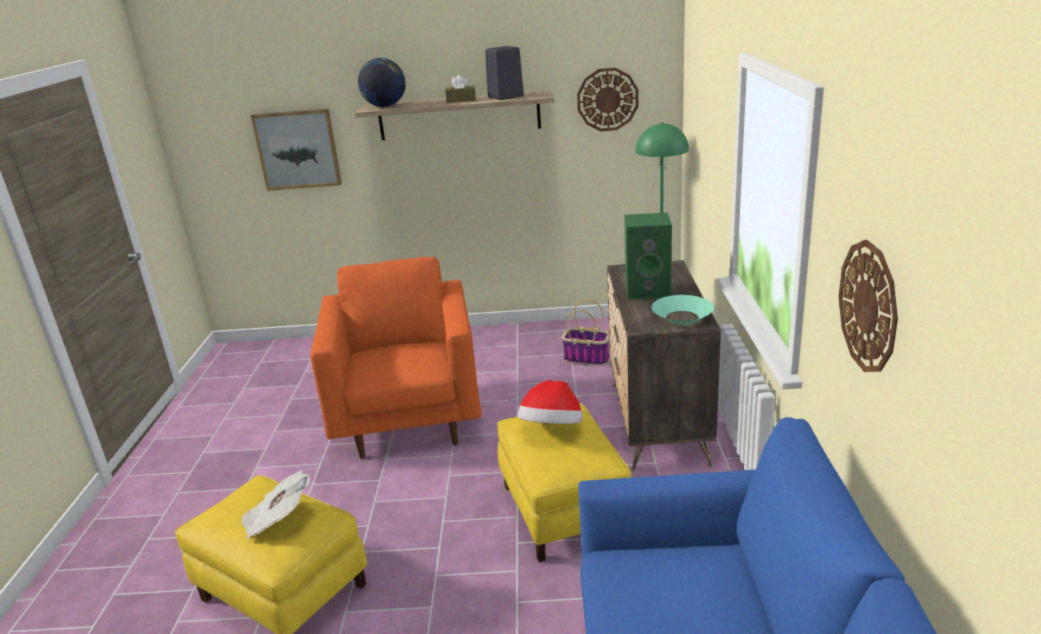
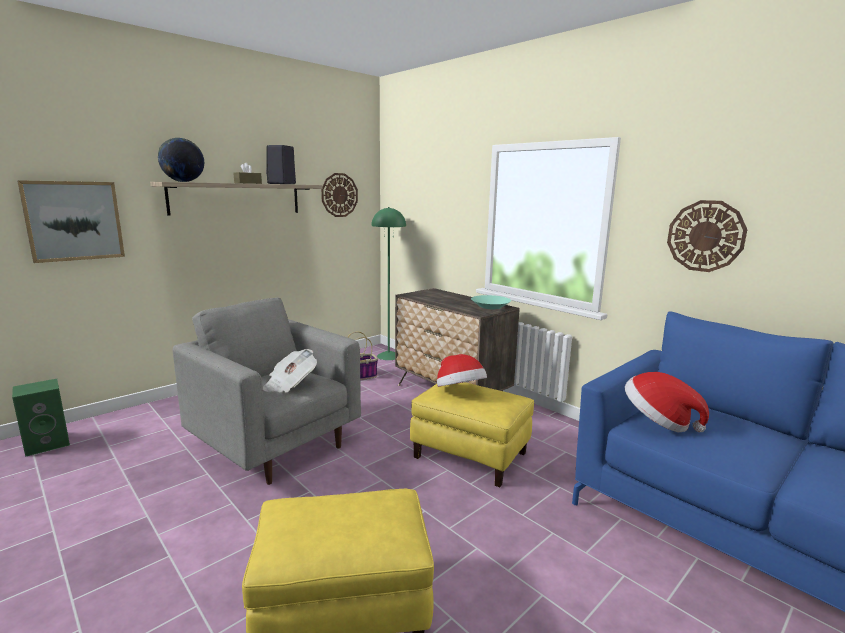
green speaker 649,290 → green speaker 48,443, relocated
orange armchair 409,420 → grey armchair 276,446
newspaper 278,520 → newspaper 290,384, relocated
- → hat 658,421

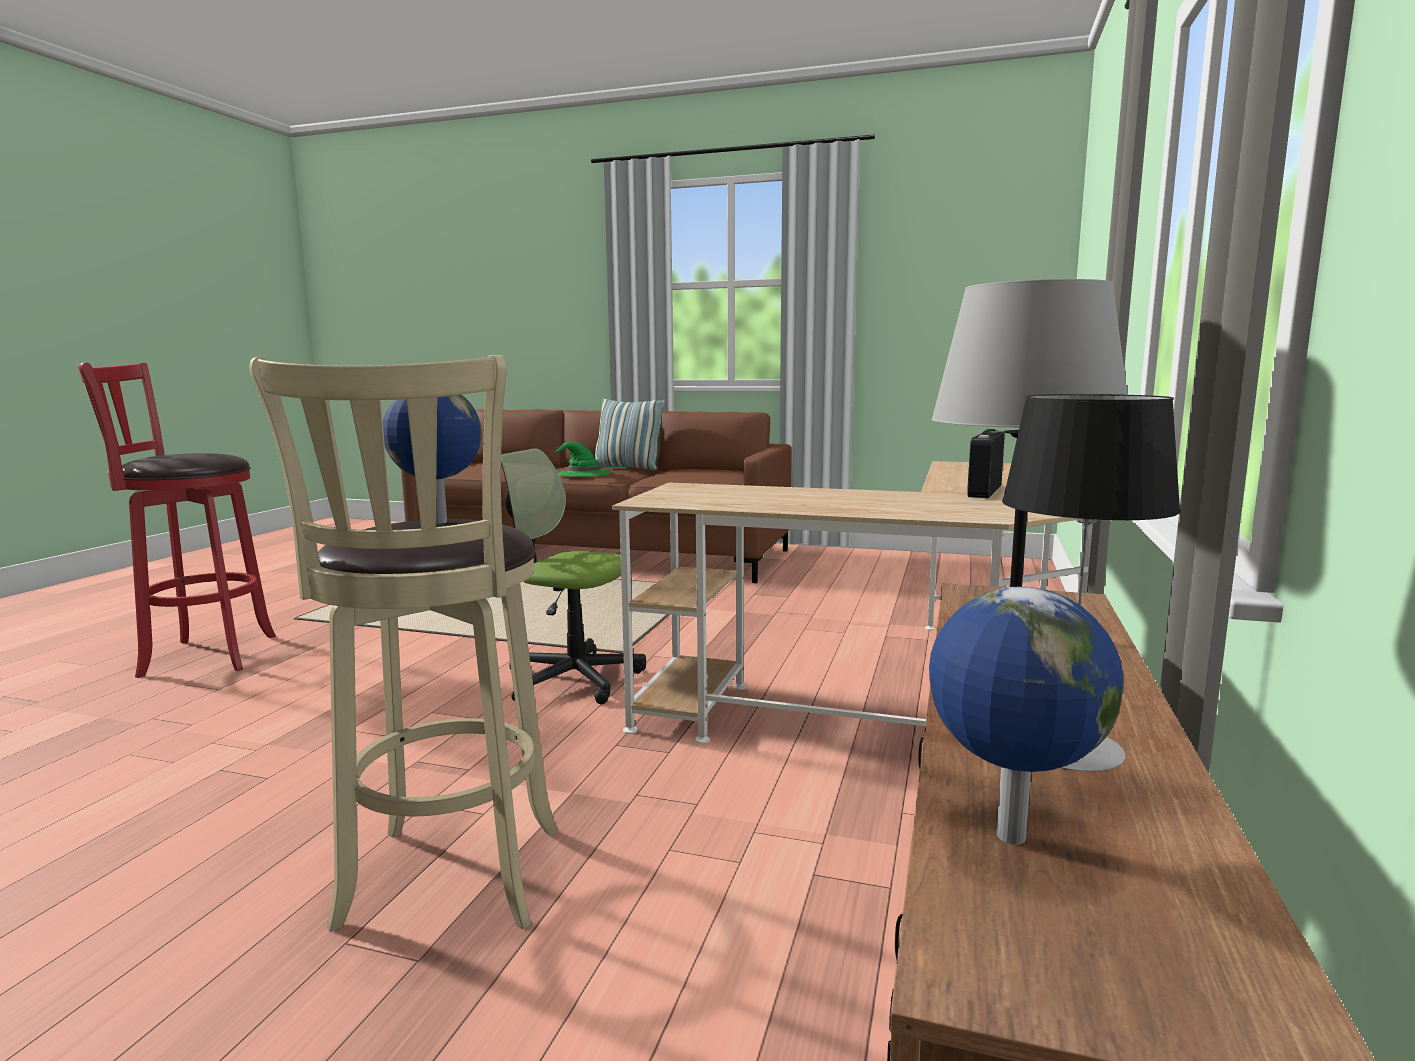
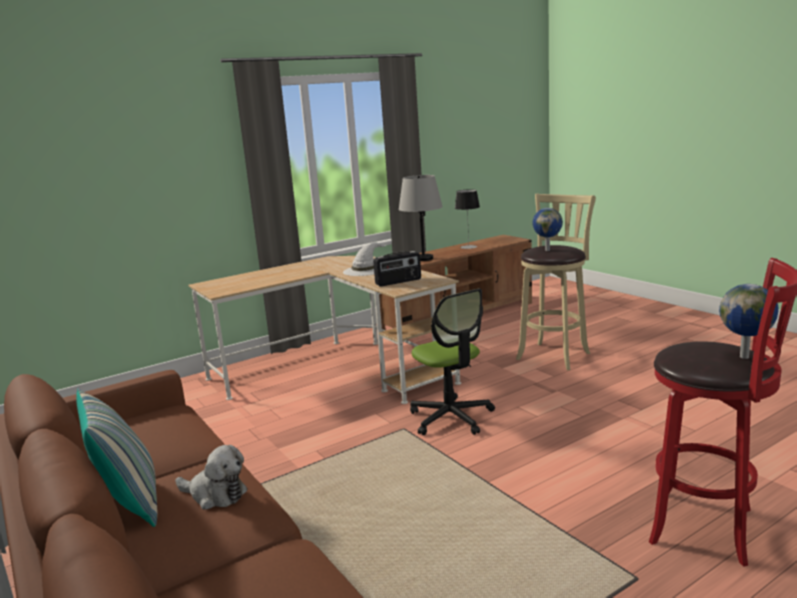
radio 983,491 → radio 398,282, relocated
green hat 583,473 → plush toy 215,494
globe 1008,837 → globe 745,357, relocated
- → white hat 364,270

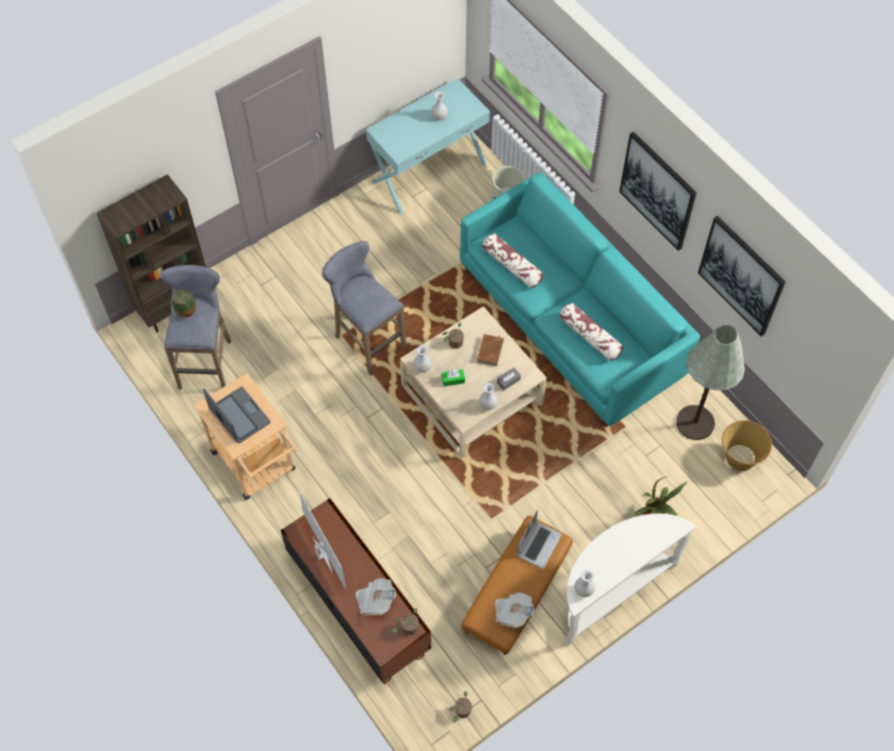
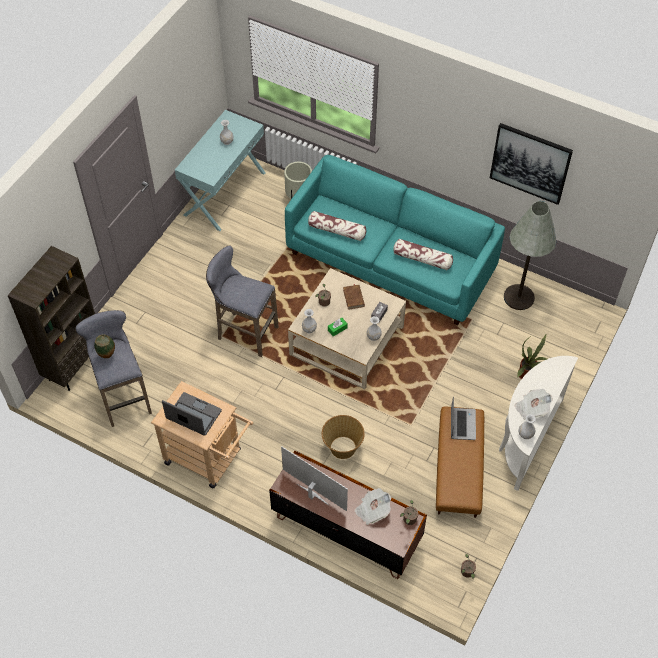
picture 658,191 → -
basket 740,457 → basket 342,448, relocated
newspaper 512,612 → newspaper 531,408, relocated

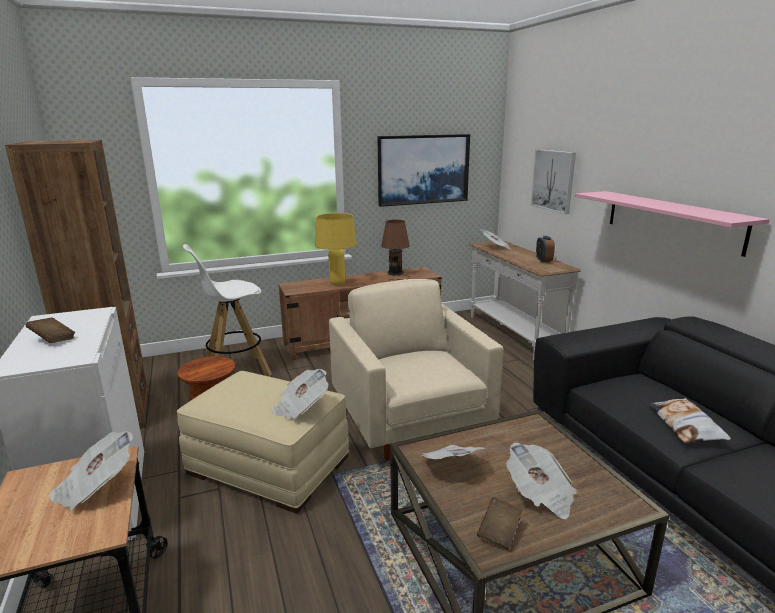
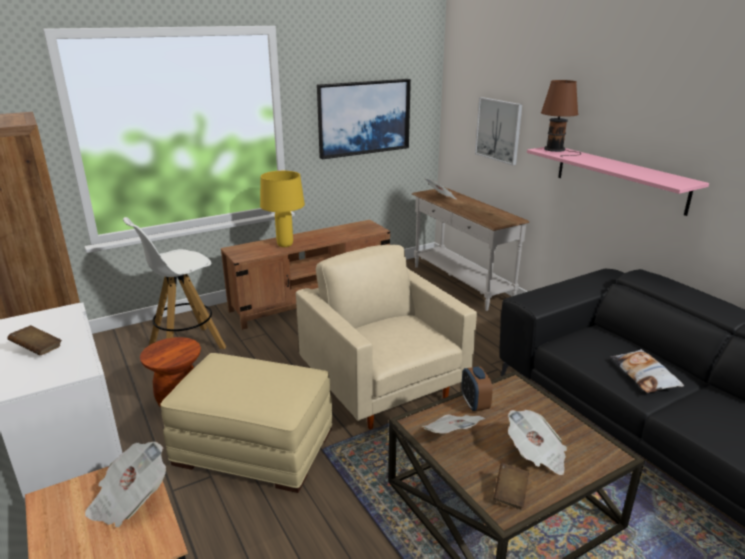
brown table lamp 396,273 → brown table lamp 556,150, relocated
alarm clock 543,260 → alarm clock 474,404, relocated
newspaper 300,407 → -

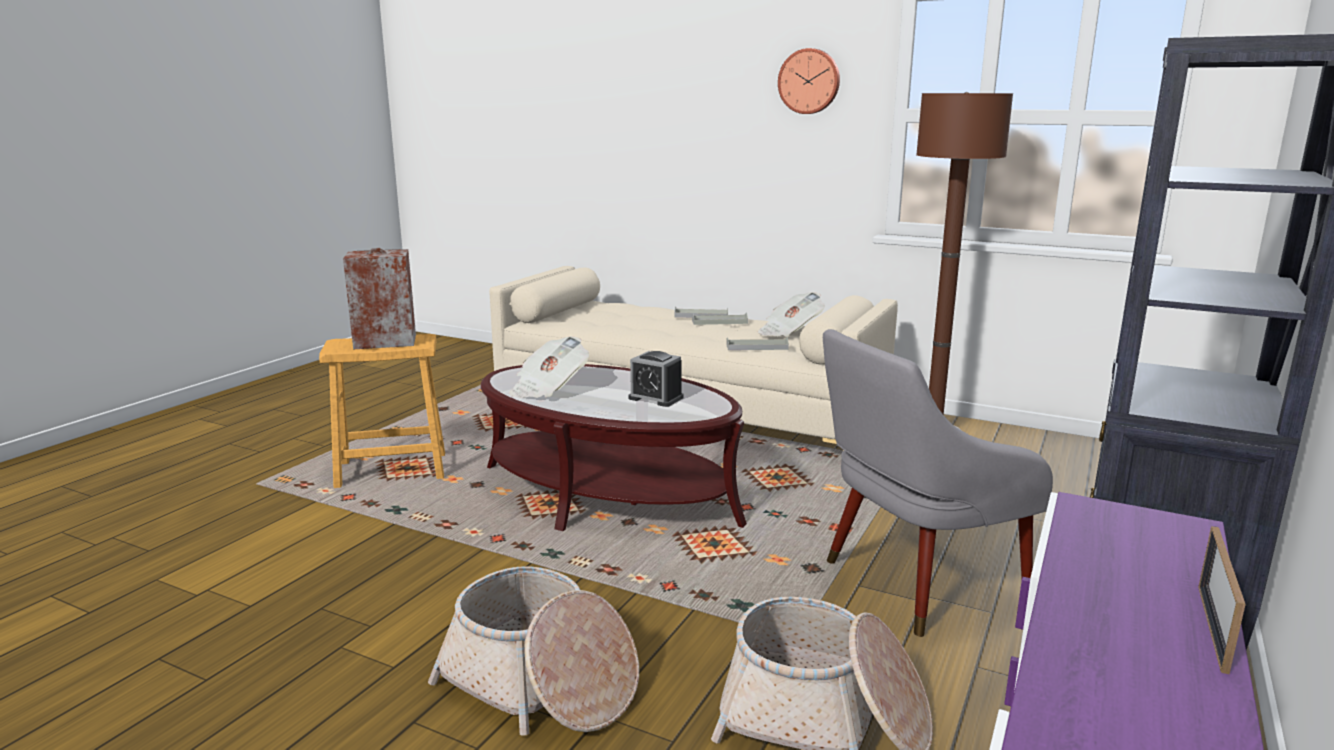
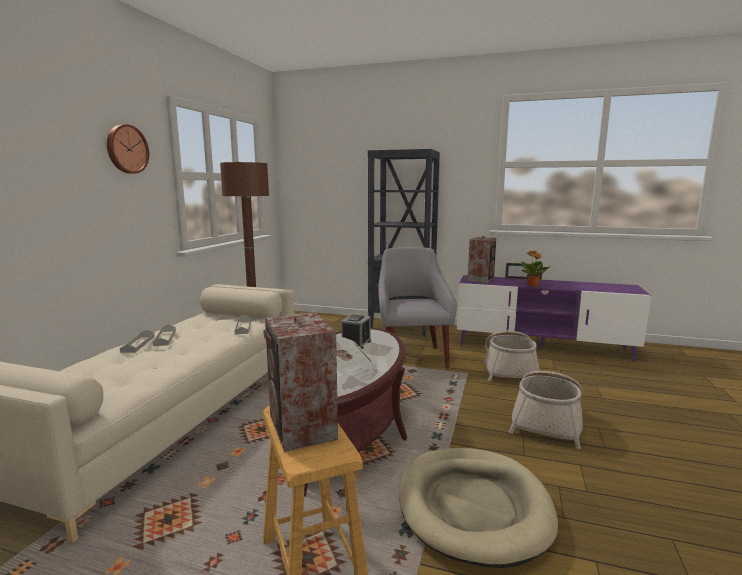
newspaper 789,332 → -
grey armchair 912,584 → grey armchair 412,355, 150 degrees counterclockwise
- → speaker 481,279
- → potted plant 532,285
- → beige dog bed 473,506

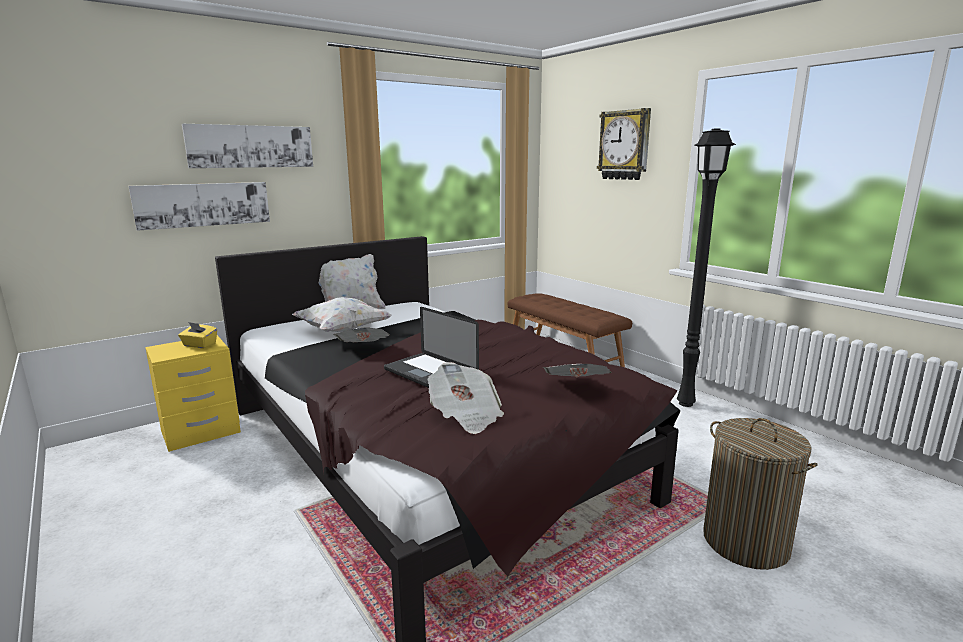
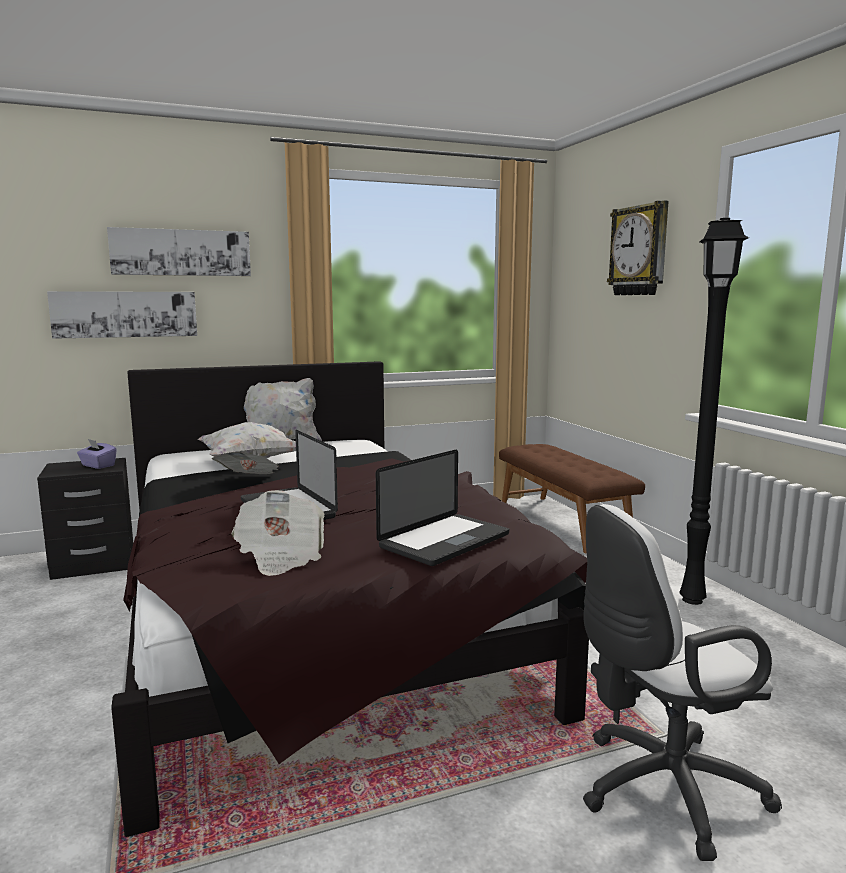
yellow tissue box 199,345 → purple tissue box 97,466
yellow nightstand 201,432 → black nightstand 94,564
newspaper 576,388 → laptop 444,541
laundry basket 745,542 → white office chair 660,790

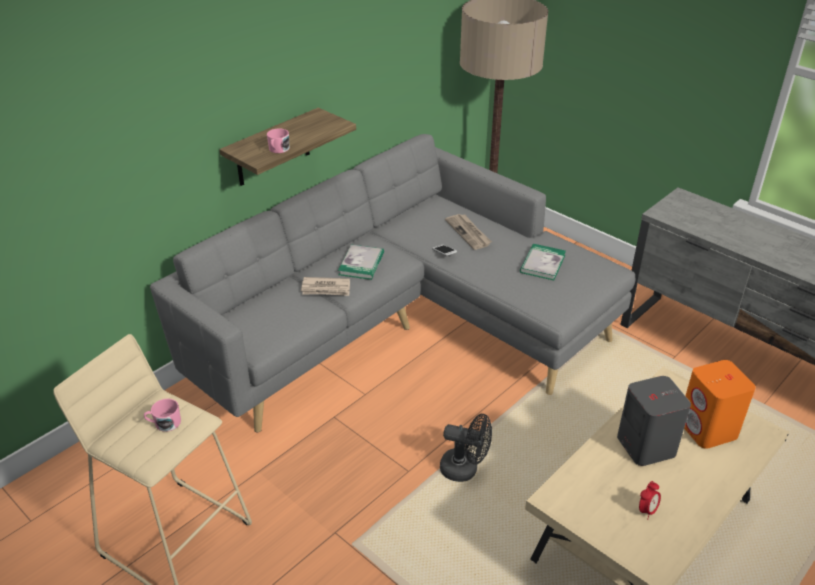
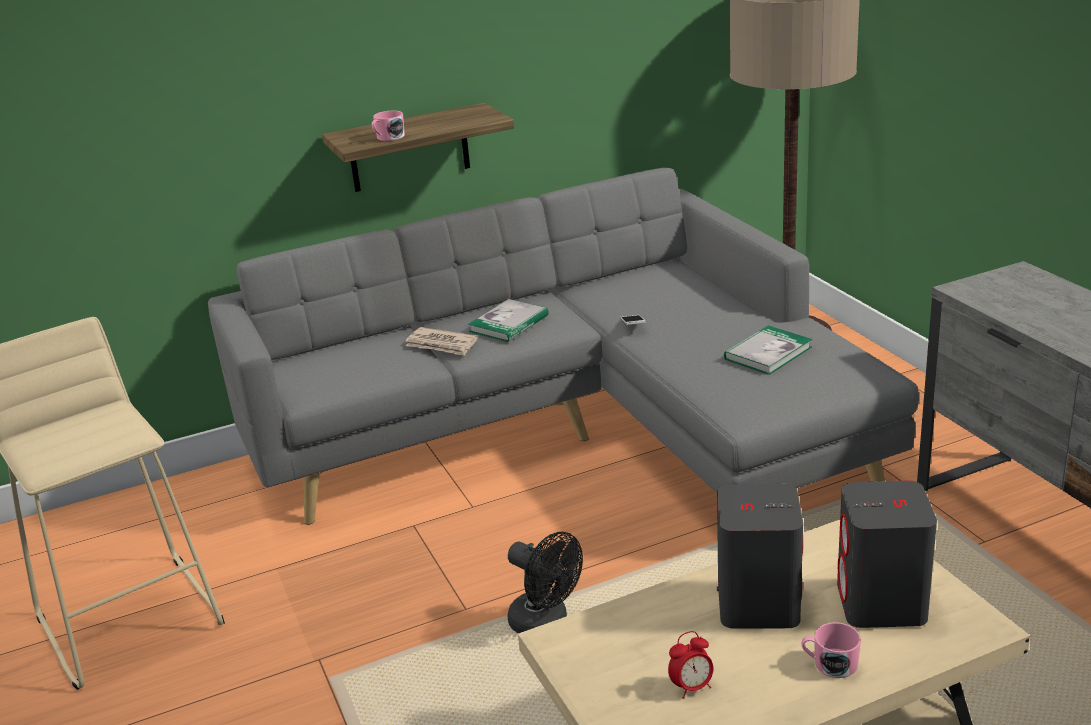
newspaper 469,233 → -
orange speaker 708,429 → grey speaker 881,604
pink mug 164,423 → pink mug 829,664, relocated

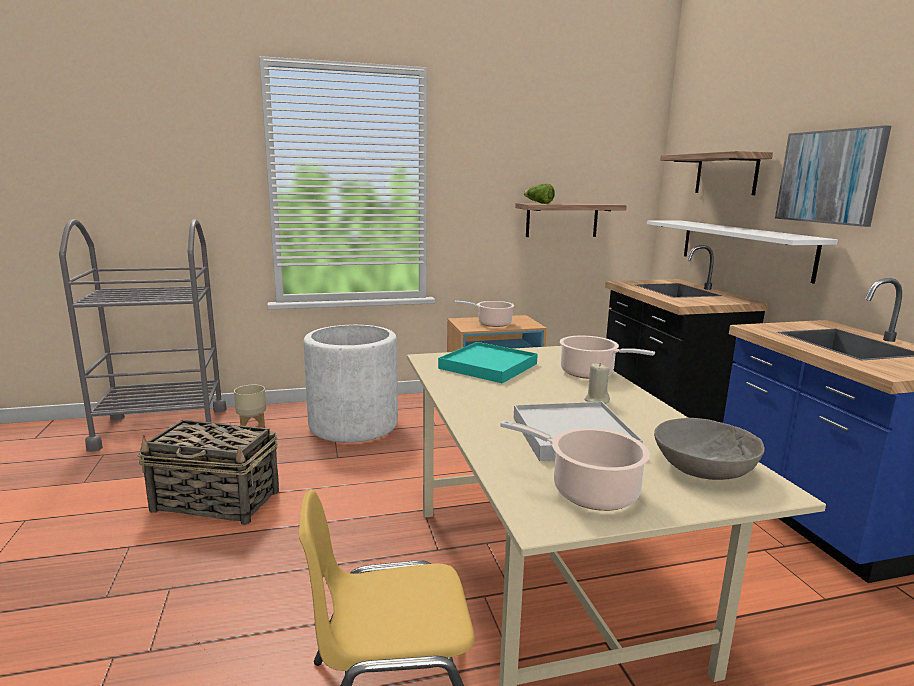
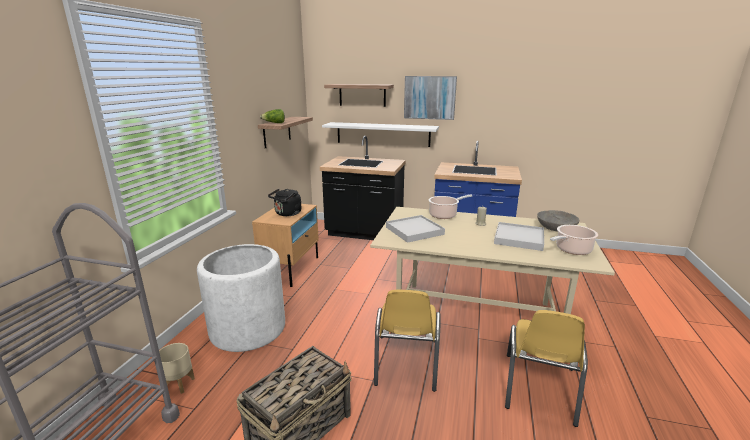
cooking pot 492,323 → black kettle 287,214
turquoise tray 488,366 → white tray 414,231
- → yellow chair 406,362

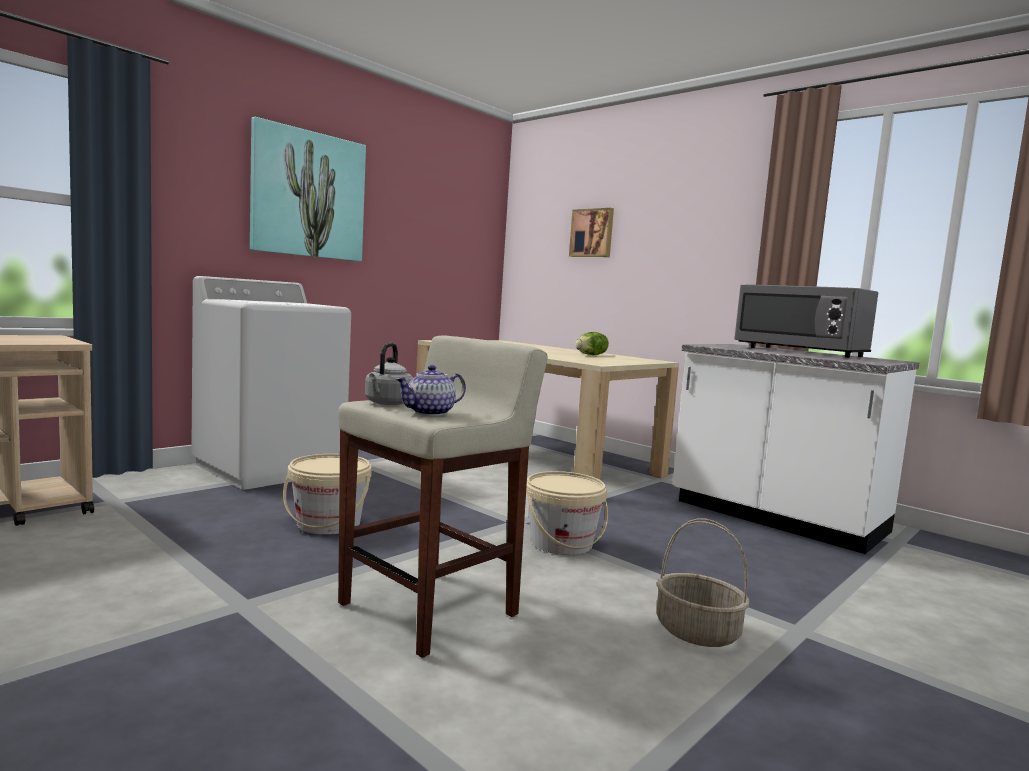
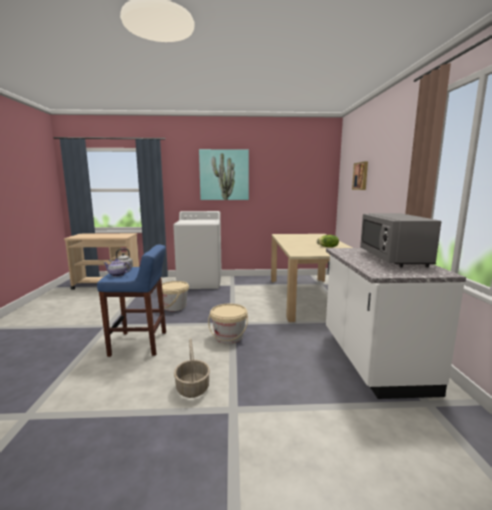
beige stool 431,609 → blue stool 140,344

